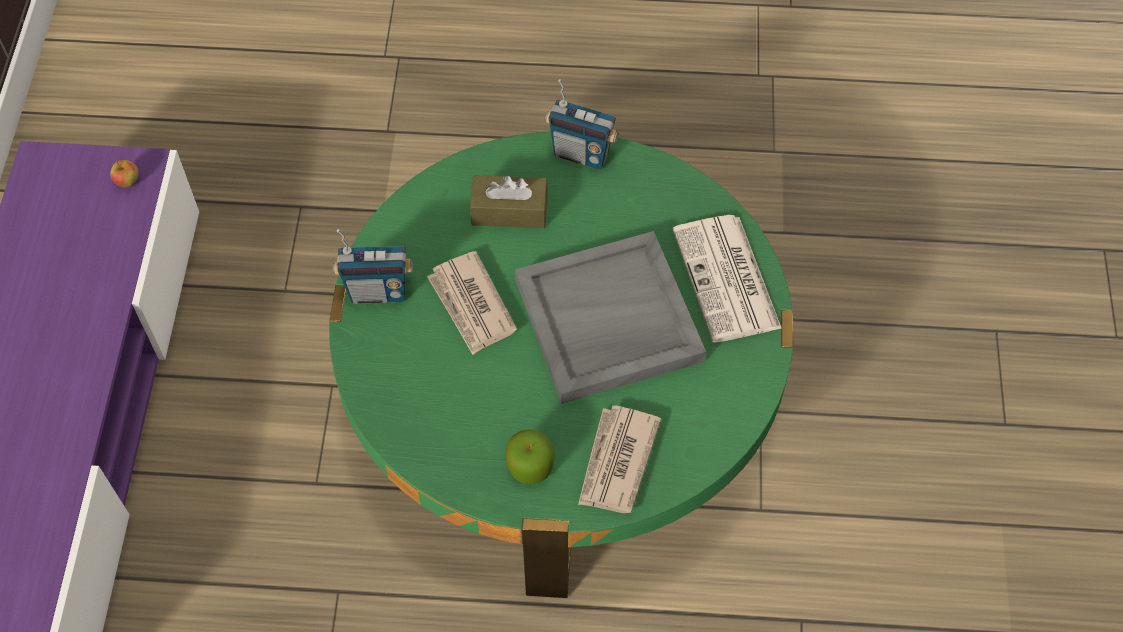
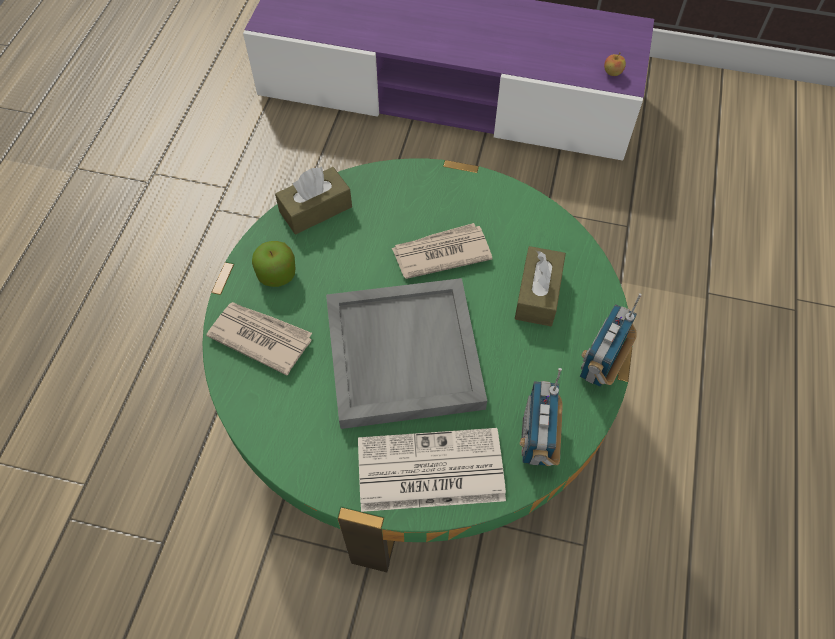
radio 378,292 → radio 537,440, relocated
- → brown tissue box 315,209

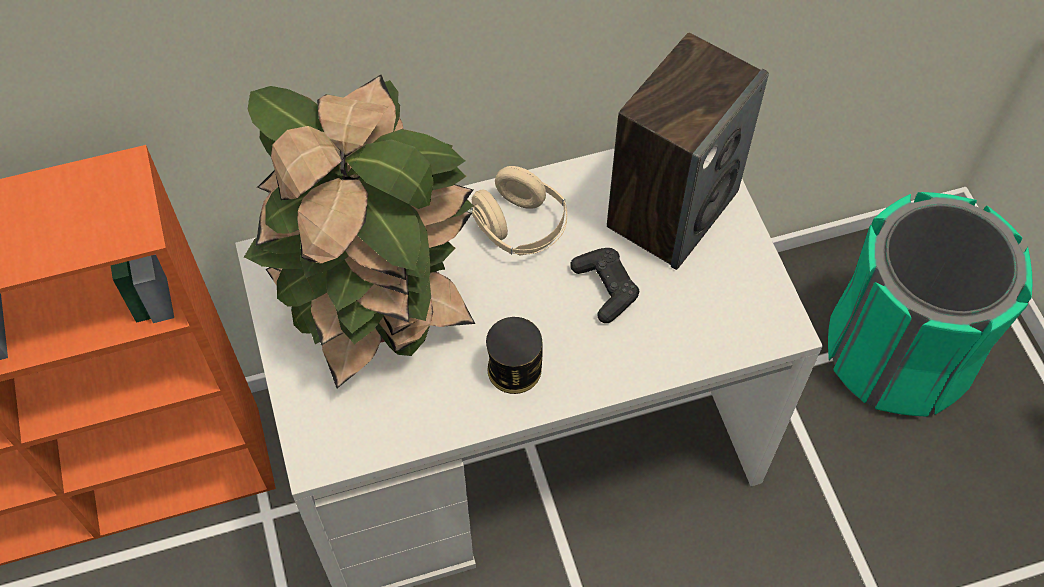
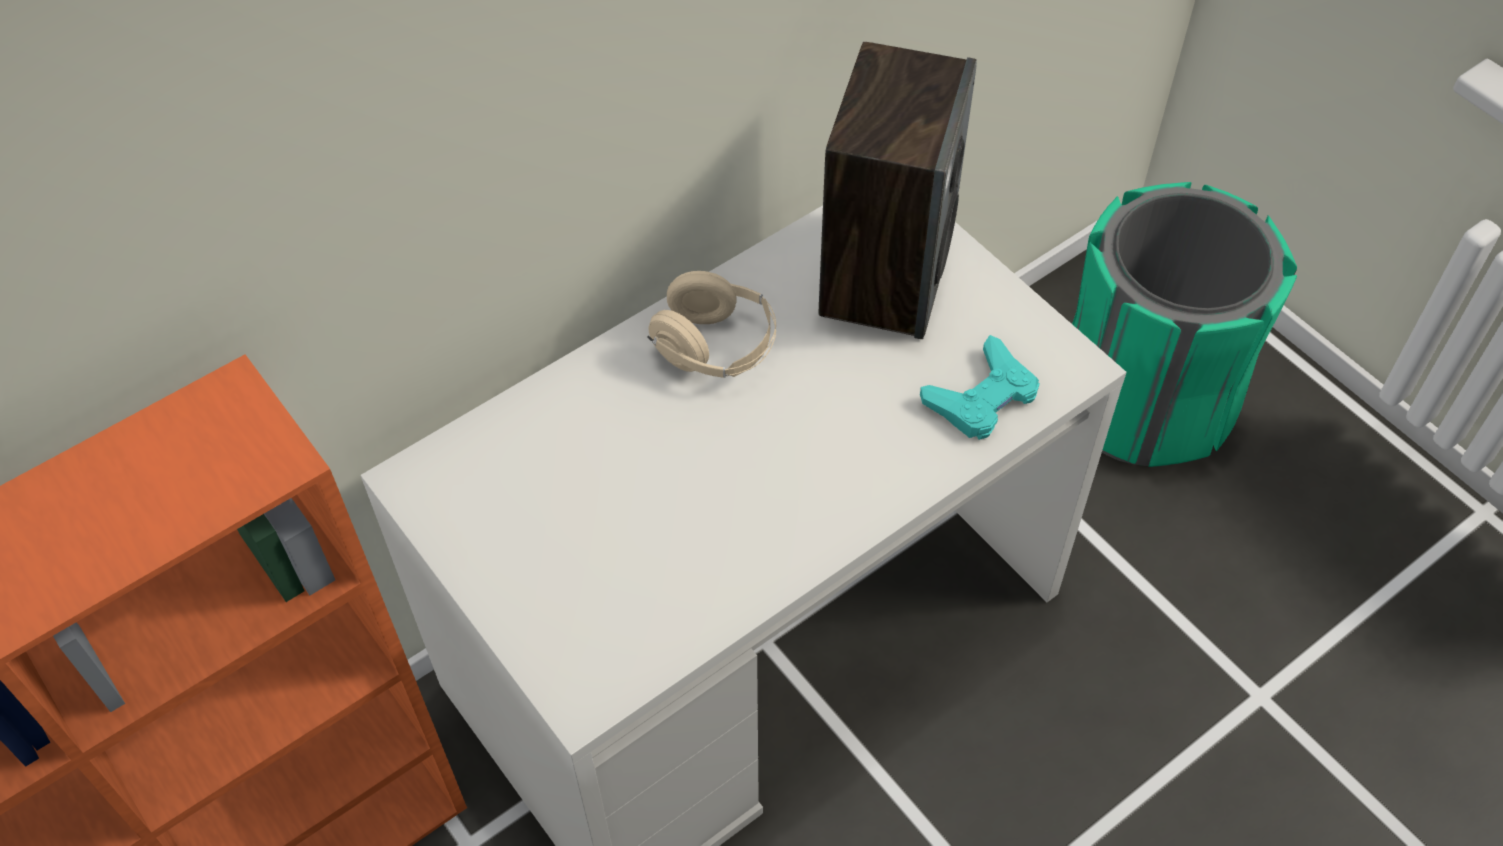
potted plant 377,308 → -
black game controller 605,288 → -
can 514,369 → -
- → turquoise game controller 982,397

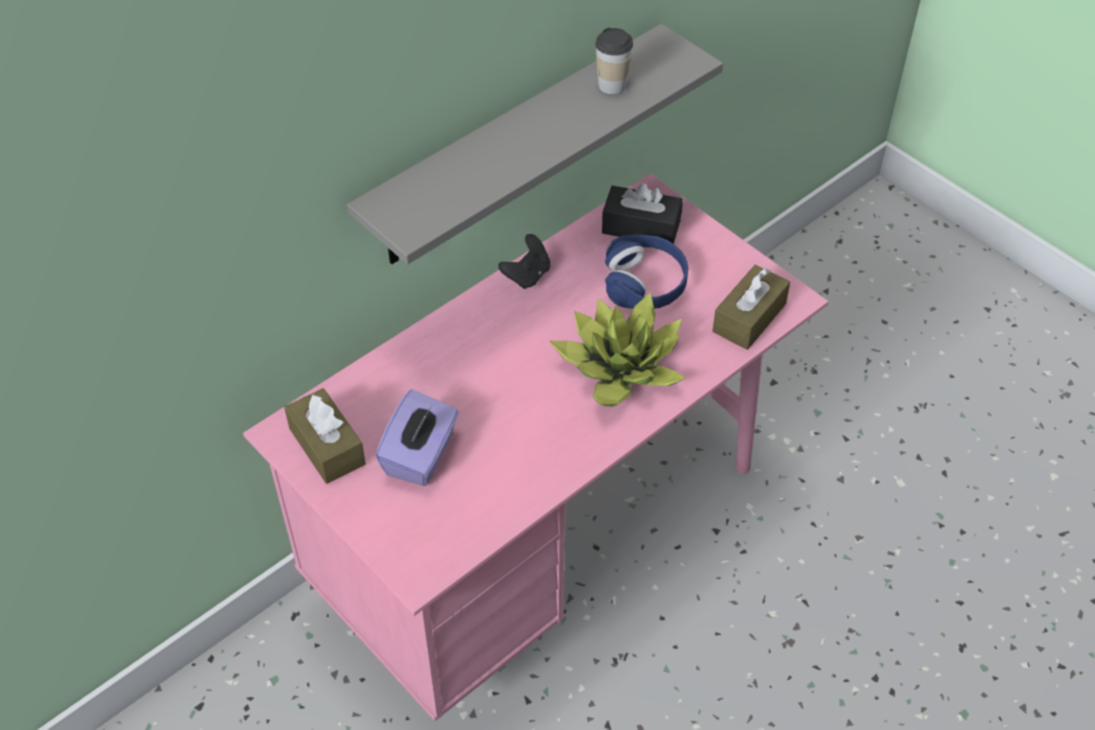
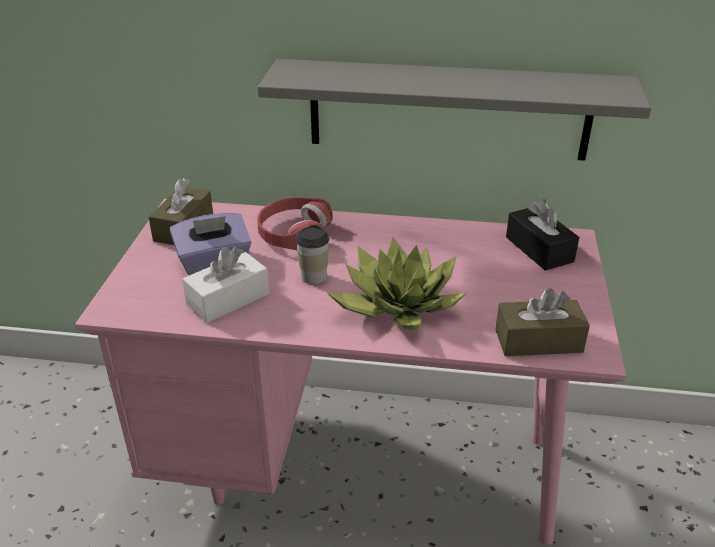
cup 612,85 → cup 314,277, relocated
black game controller 527,275 → -
blue headphones 645,282 → -
- → red headphones 294,233
- → white tissue box 228,299

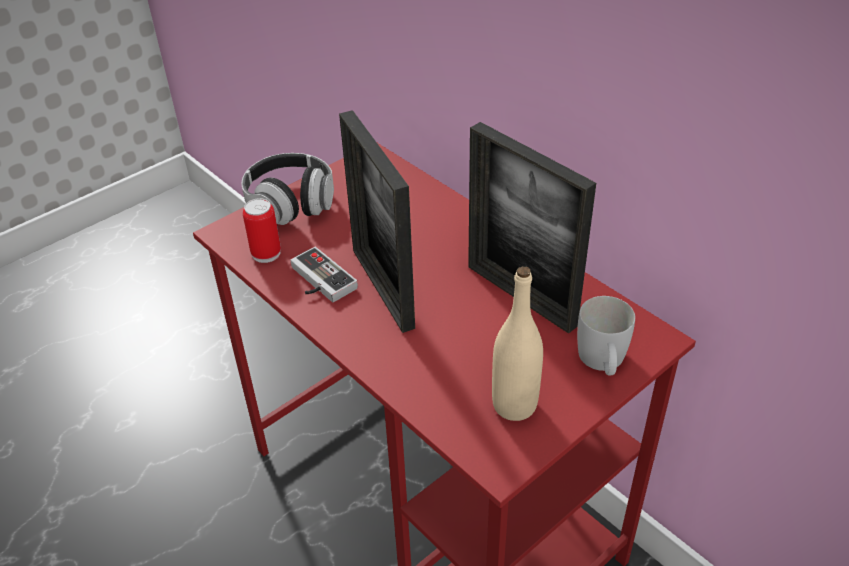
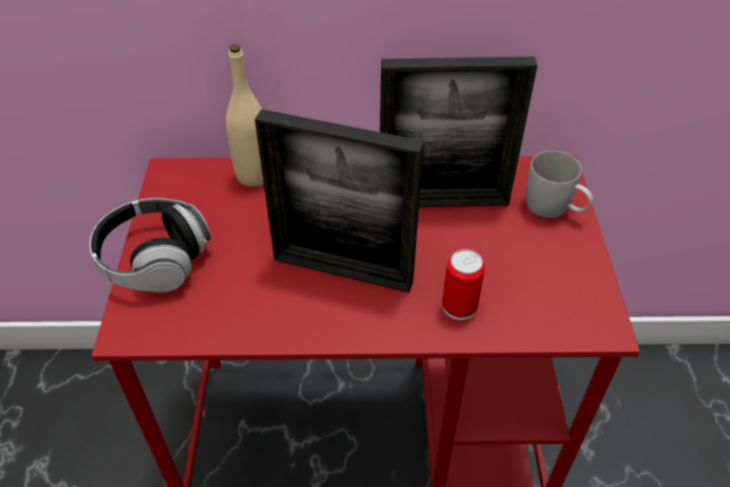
can 266,253 → can 459,306, relocated
game controller 318,281 → -
beige bottle 514,405 → beige bottle 254,176, relocated

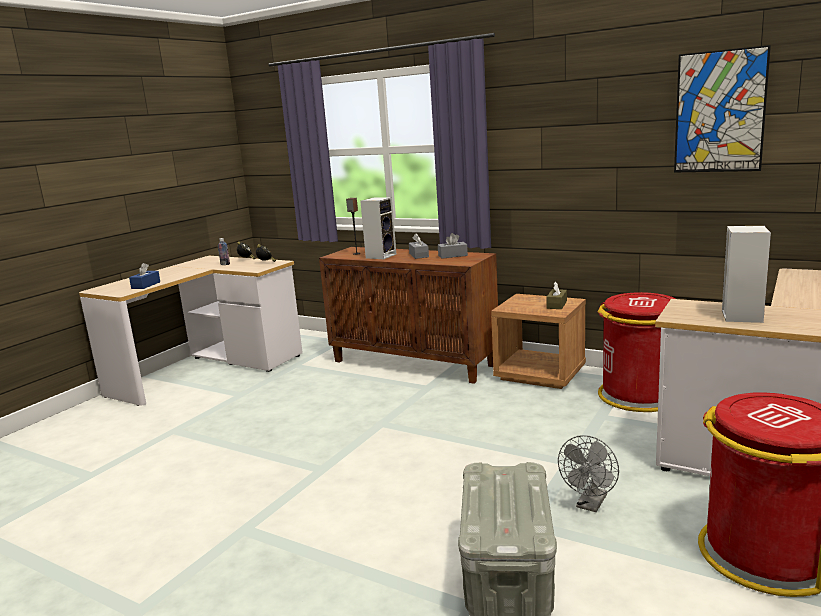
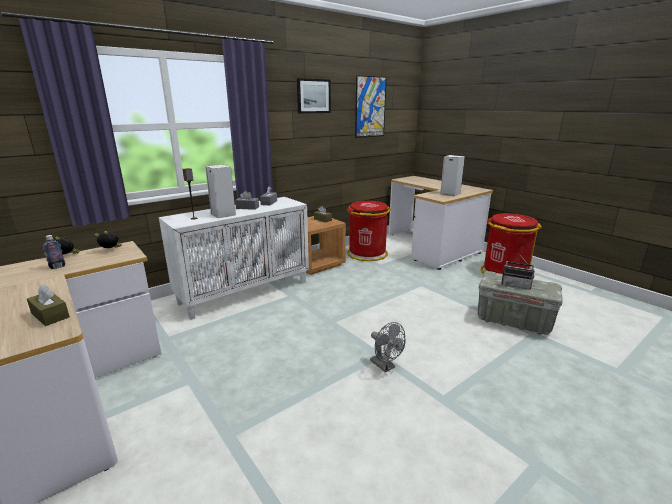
brown cabinet 414,363 → white cabinet 245,292
blue tissue box 146,285 → brown tissue box 50,315
grey fan 590,505 → grey fan 385,366, relocated
- → picture 313,96
- → radio 516,285

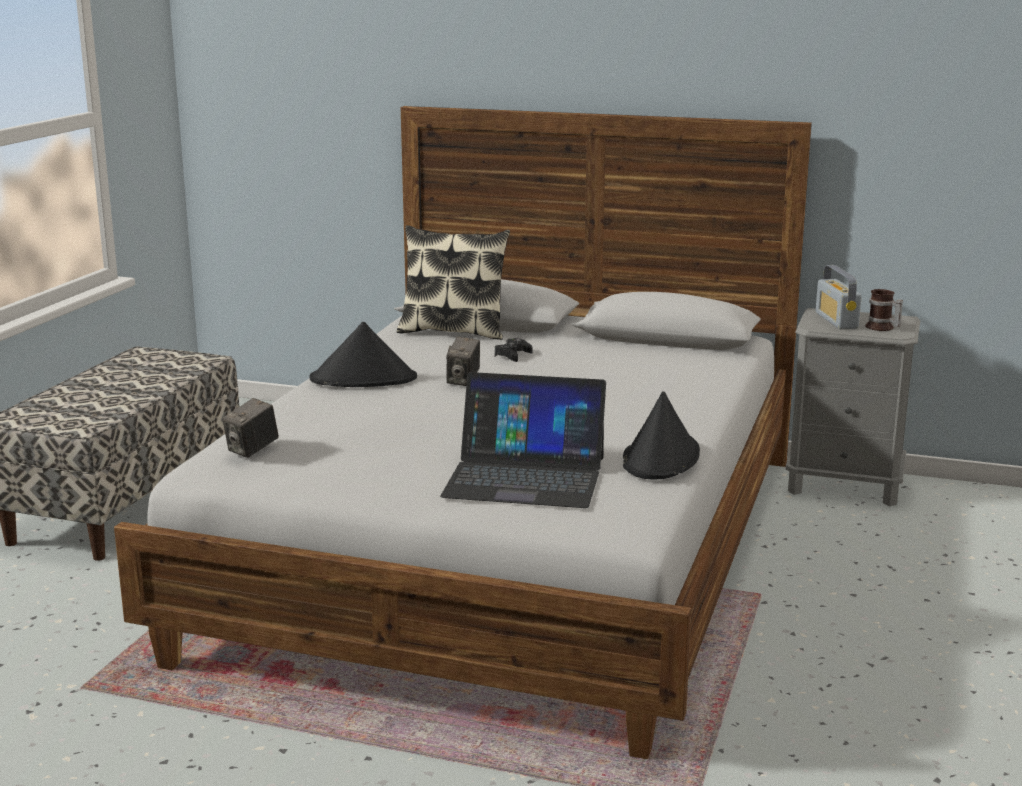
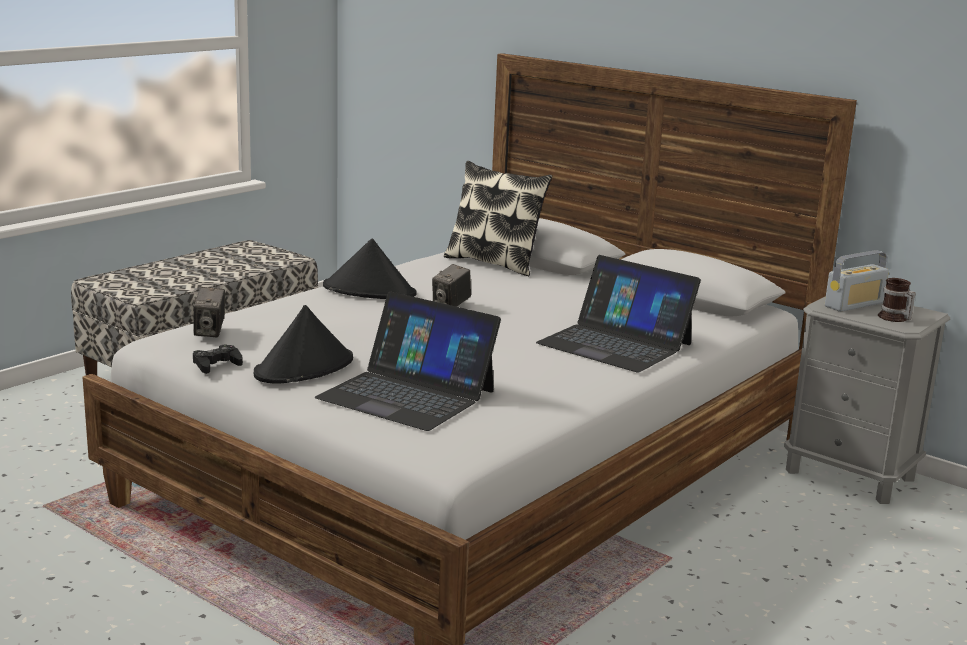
radio 836,320 → radio 854,304, 135 degrees counterclockwise
black game controller 513,355 → black game controller 216,365, relocated
black hat 661,458 → black hat 304,367, relocated
photo camera 252,450 → photo camera 210,332, 60 degrees counterclockwise
- → laptop 615,343

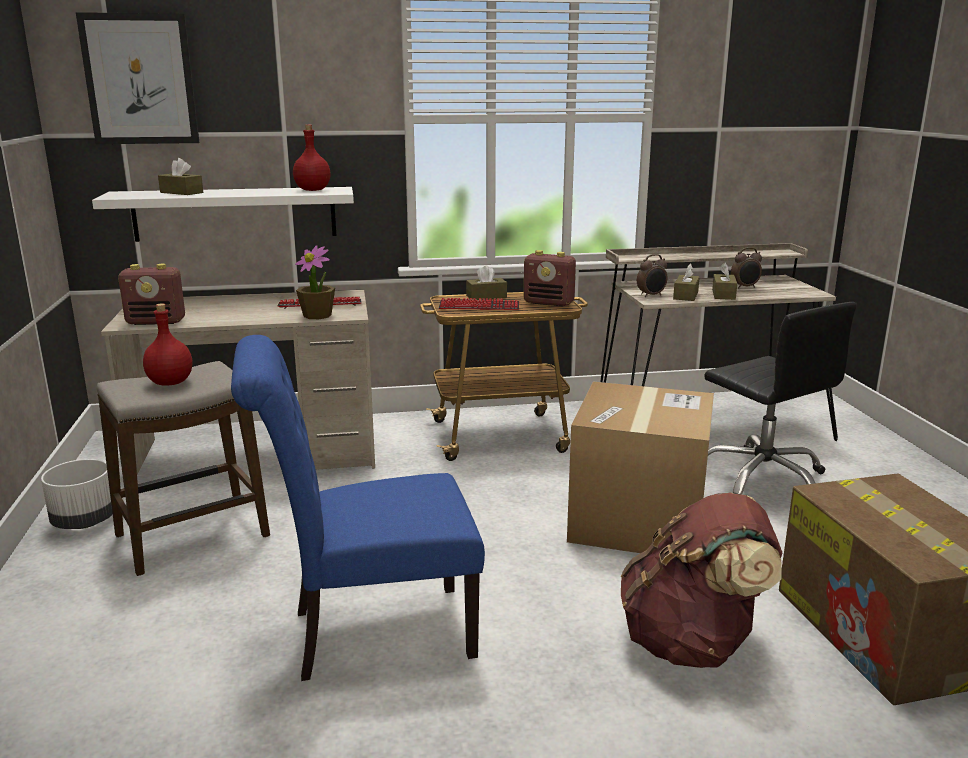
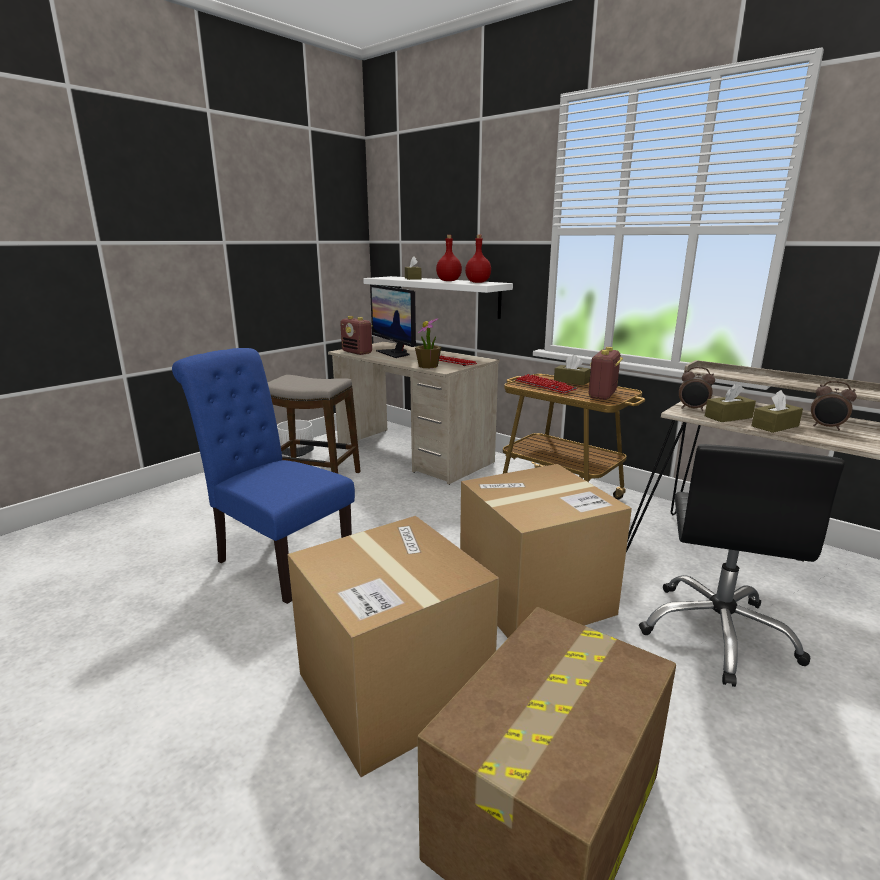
picture 140,80 → -
radio 549,303 → radio 602,395, 45 degrees clockwise
red bottle 171,382 → red bottle 449,281, relocated
brown backpack 692,643 → cardboard box 393,688
- → monitor 395,353

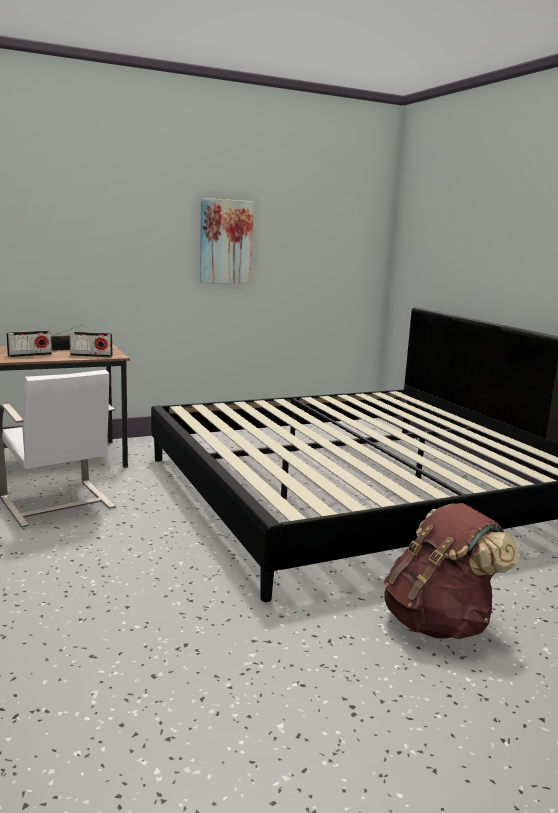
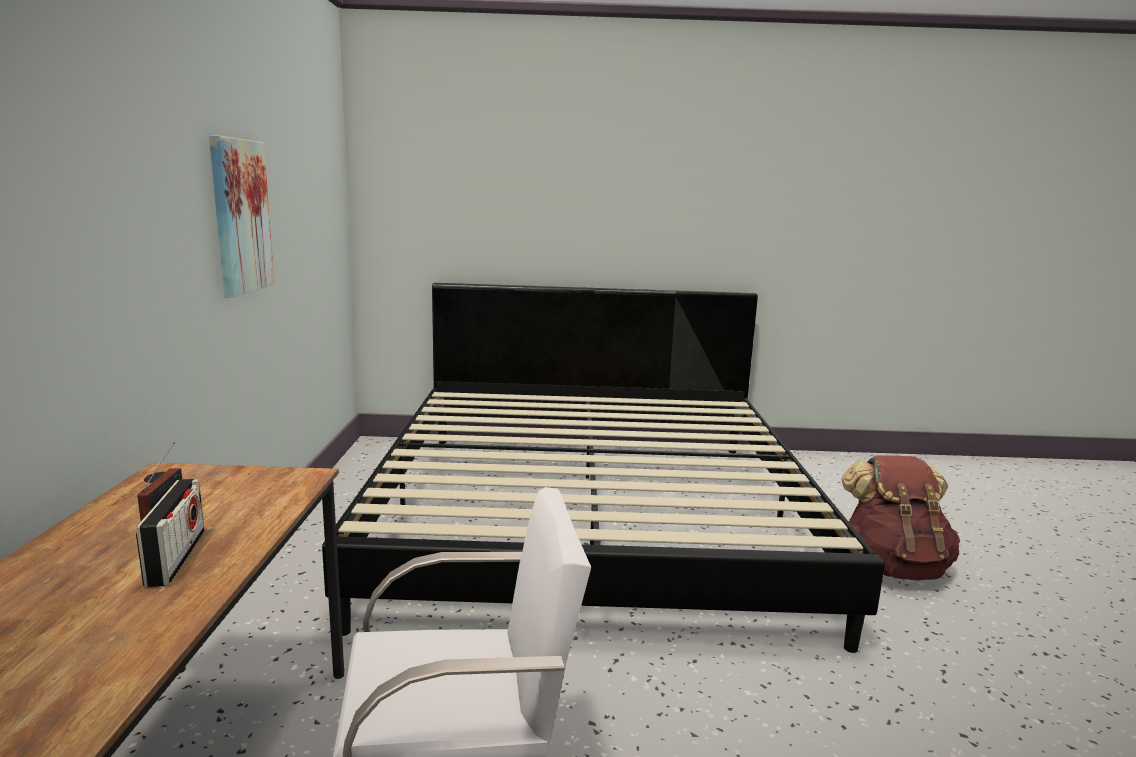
radio 91,355 → -

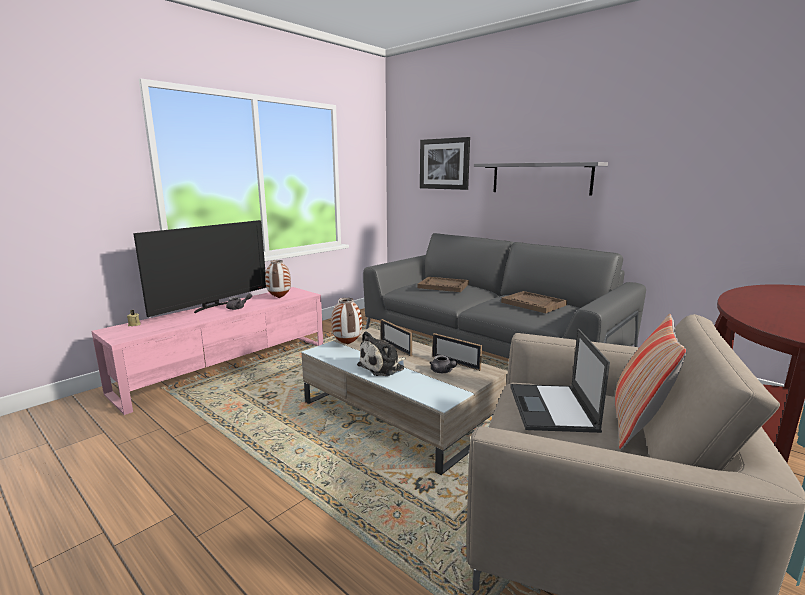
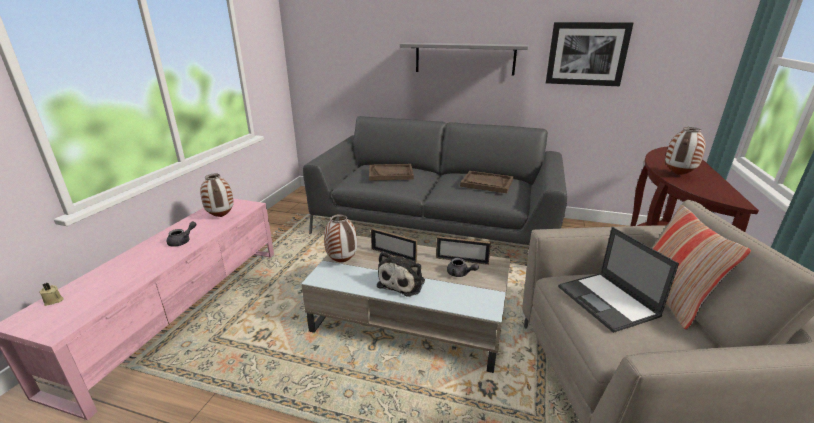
picture 444,164 → picture 586,54, relocated
television 212,307 → -
- → vase 678,175

